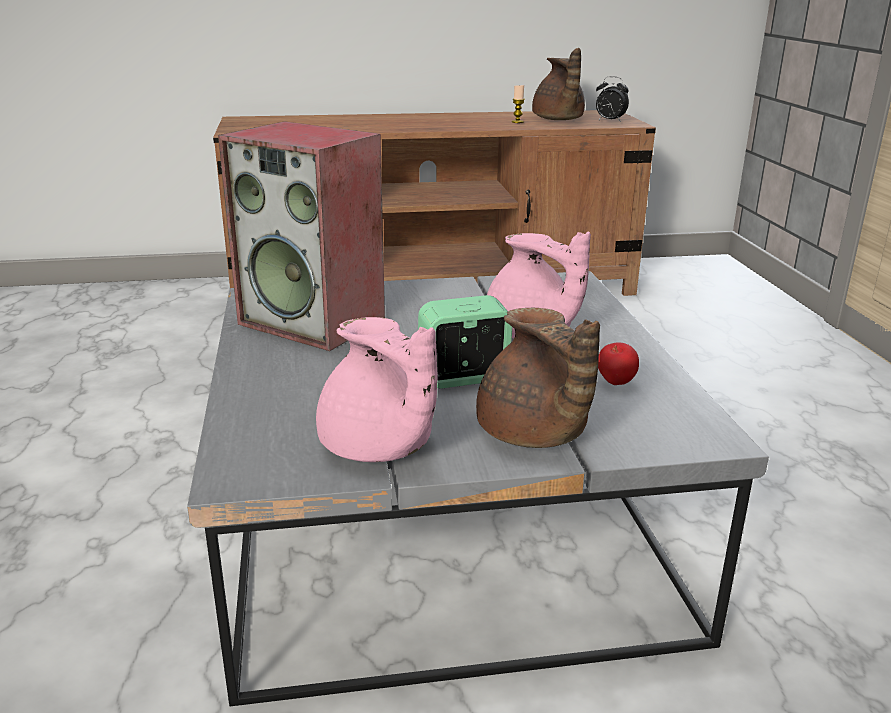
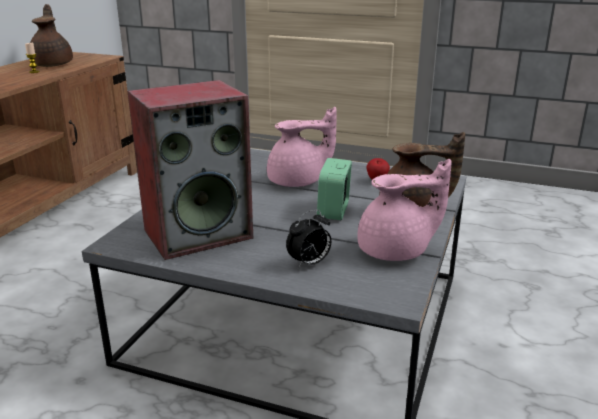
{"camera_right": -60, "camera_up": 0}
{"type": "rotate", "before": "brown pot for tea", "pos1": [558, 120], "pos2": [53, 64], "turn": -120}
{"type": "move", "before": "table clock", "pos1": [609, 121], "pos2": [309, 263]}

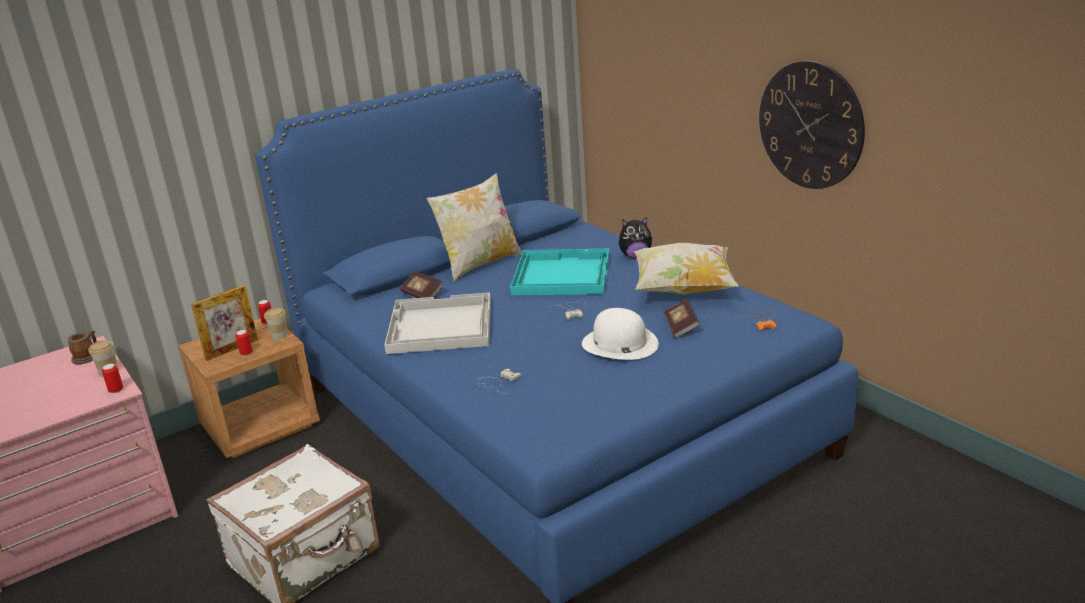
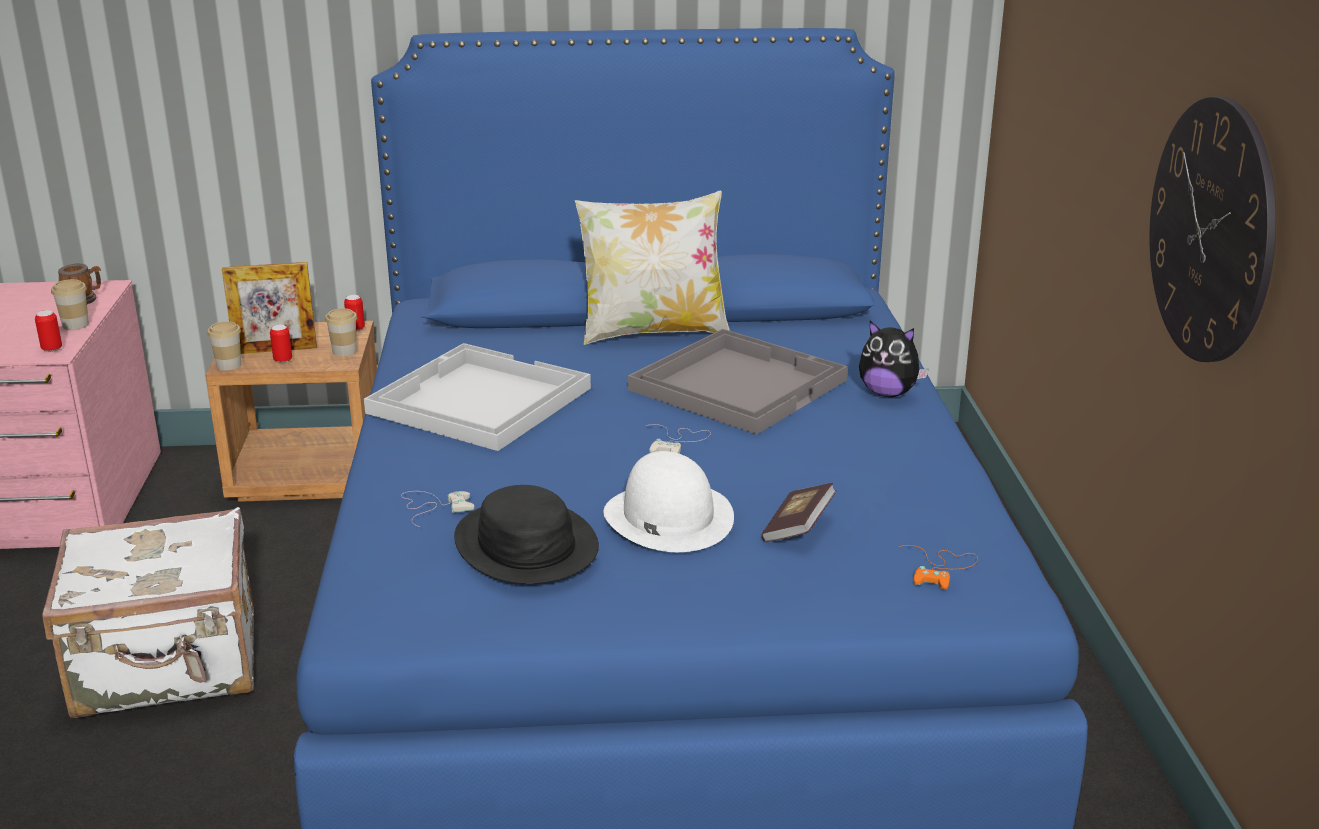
{"camera_right": 30, "camera_up": 0}
{"type": "delete", "before": "bound book", "pos1": [422, 295]}
{"type": "recolor", "before": "blue-green tray", "after": "grey tray", "pos1": [561, 274], "pos2": [737, 384]}
{"type": "delete", "before": "cushion", "pos1": [683, 290]}
{"type": "insert", "after": "cup", "pos2": [229, 365]}
{"type": "insert", "after": "blackish hat", "pos2": [525, 545]}

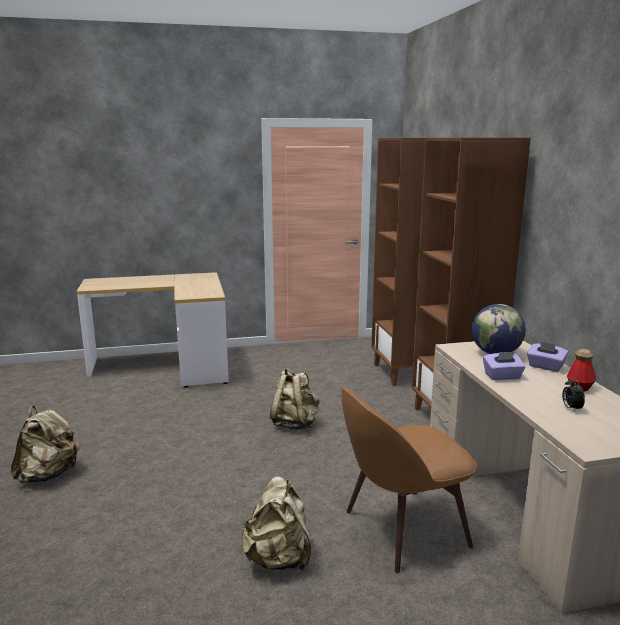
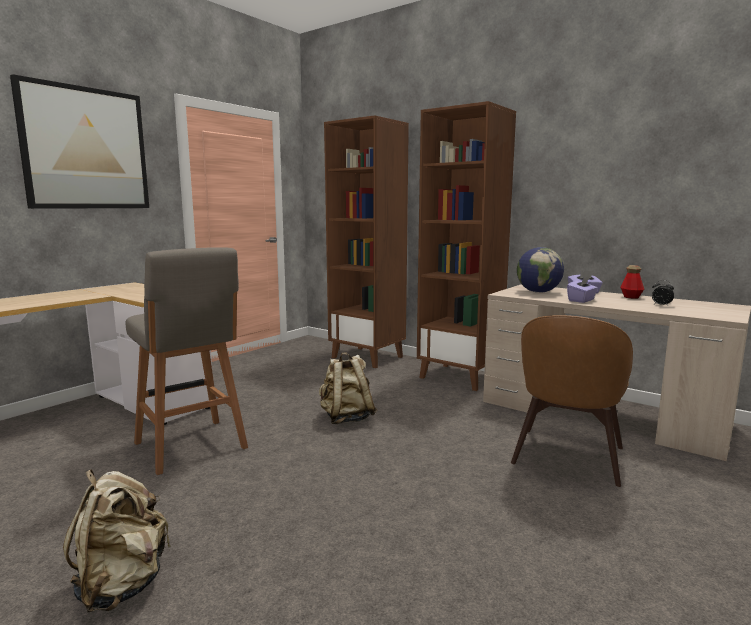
{"camera_right": -40, "camera_up": -5}
{"type": "delete", "before": "sand-coloured rucksack", "pos1": [278, 559]}
{"type": "insert", "after": "wall art", "pos2": [85, 149]}
{"type": "insert", "after": "grey sitting stool", "pos2": [192, 447]}

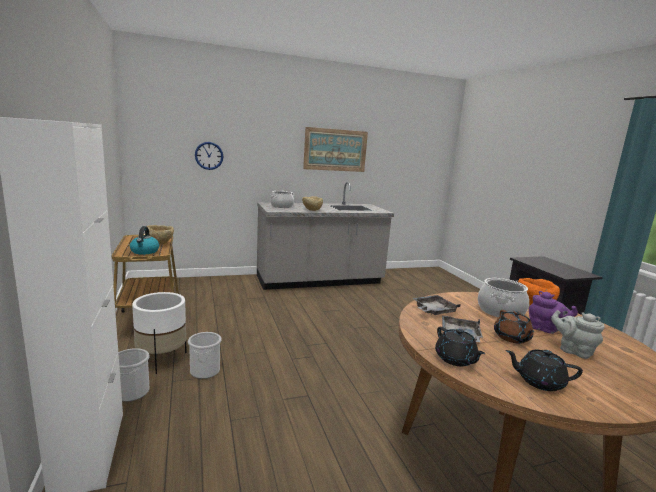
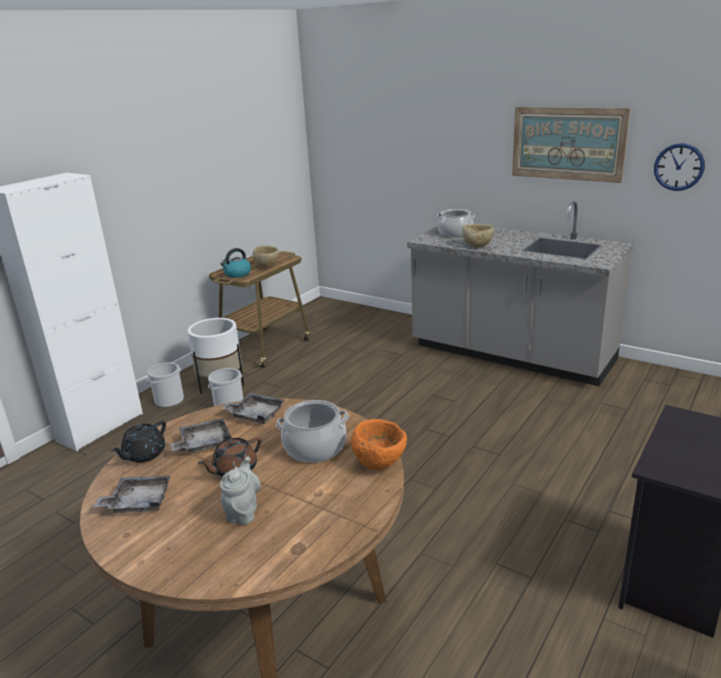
{"camera_right": 55, "camera_up": 10}
{"type": "move", "before": "hanging clock", "pos1": [209, 155], "pos2": [679, 167]}
{"type": "replace", "before": "blackish pot for tea", "after": "grey tray", "pos1": [539, 381], "pos2": [138, 502]}
{"type": "delete", "before": "purple pot for tea", "pos1": [545, 329]}

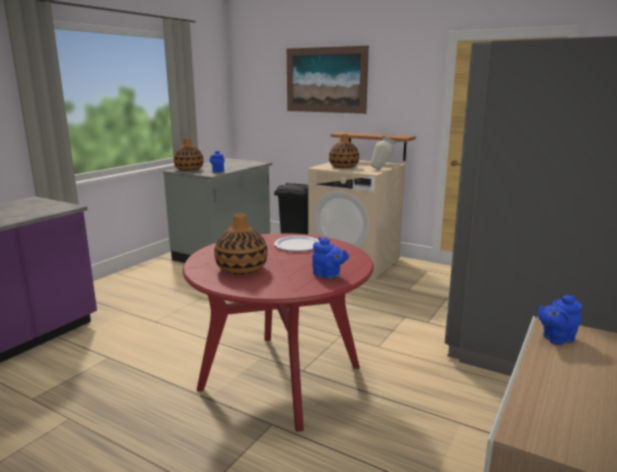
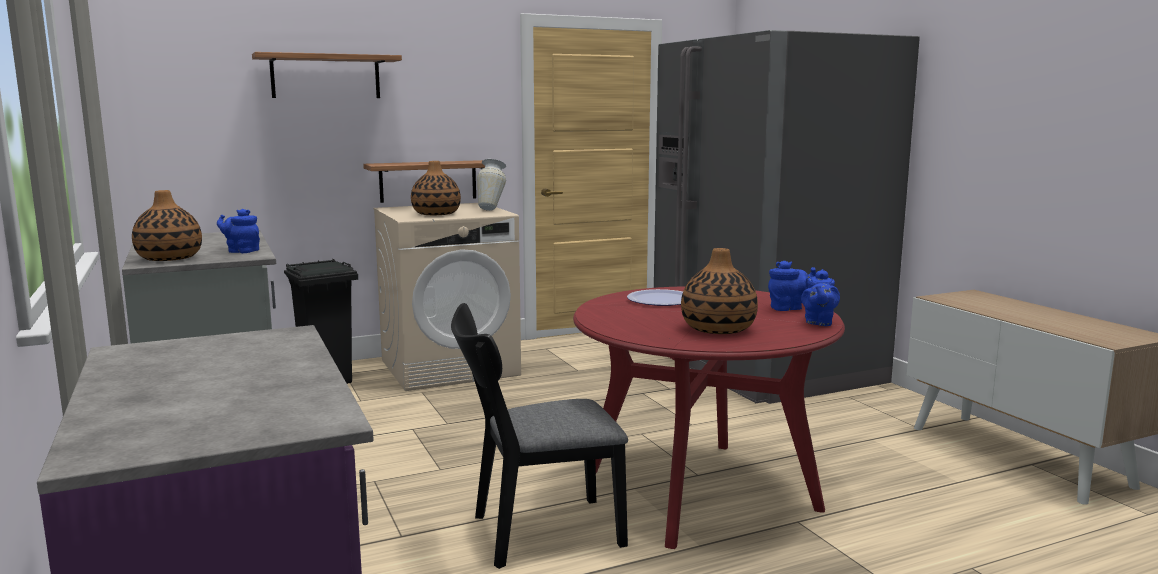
{"camera_right": -55, "camera_up": -5}
{"type": "replace", "before": "wall art", "after": "shelf", "pos1": [325, 80], "pos2": [326, 76]}
{"type": "move", "before": "bluish pot for tea", "pos1": [556, 338], "pos2": [818, 322]}
{"type": "insert", "after": "blackish chair", "pos2": [536, 532]}

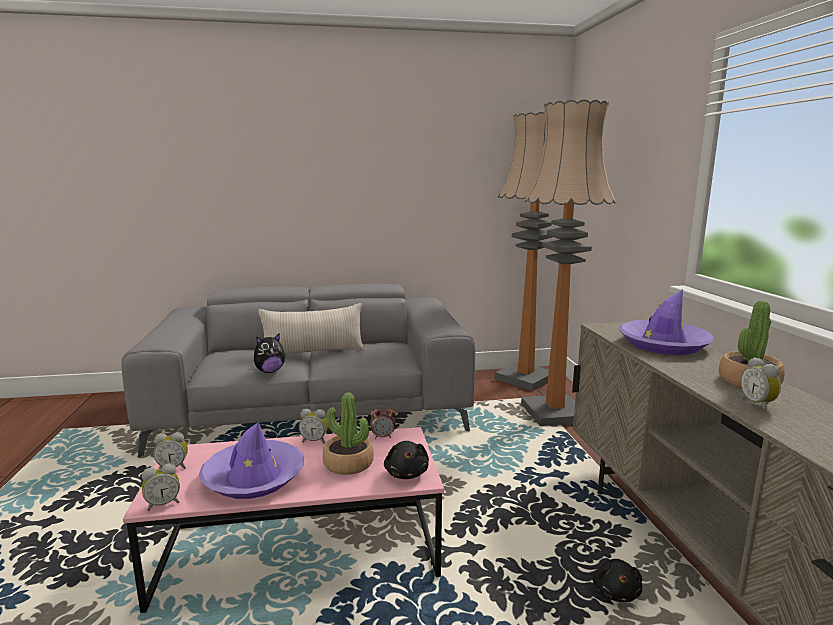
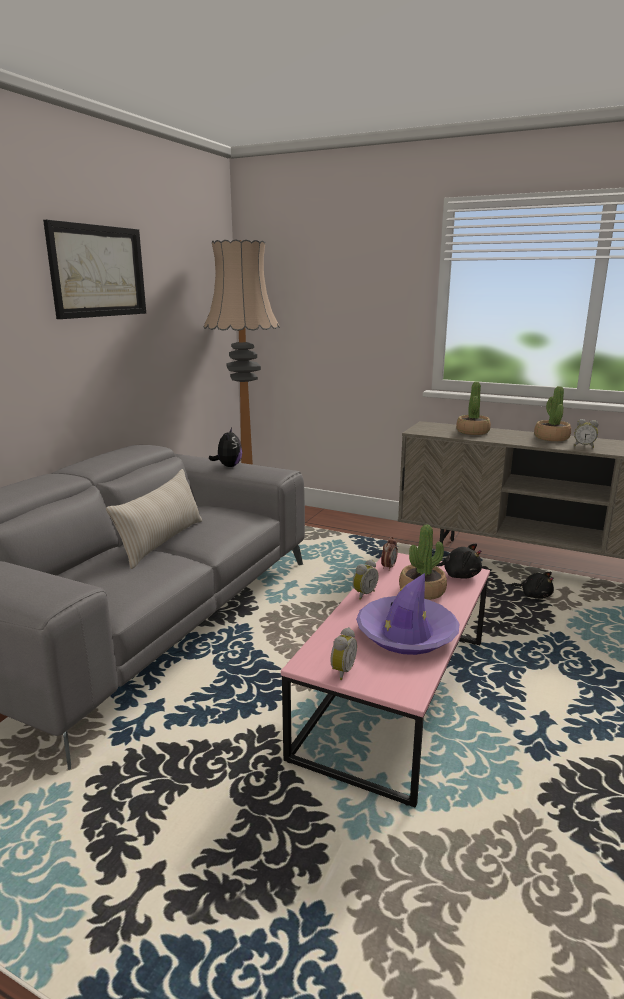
{"camera_right": -55, "camera_up": 5}
{"type": "delete", "before": "table clock", "pos1": [163, 504]}
{"type": "move", "before": "cuddly toy", "pos1": [269, 371], "pos2": [228, 466]}
{"type": "delete", "before": "floor lamp", "pos1": [554, 414]}
{"type": "replace", "before": "purple hat", "after": "potted plant", "pos1": [663, 344], "pos2": [472, 432]}
{"type": "insert", "after": "wall art", "pos2": [98, 271]}

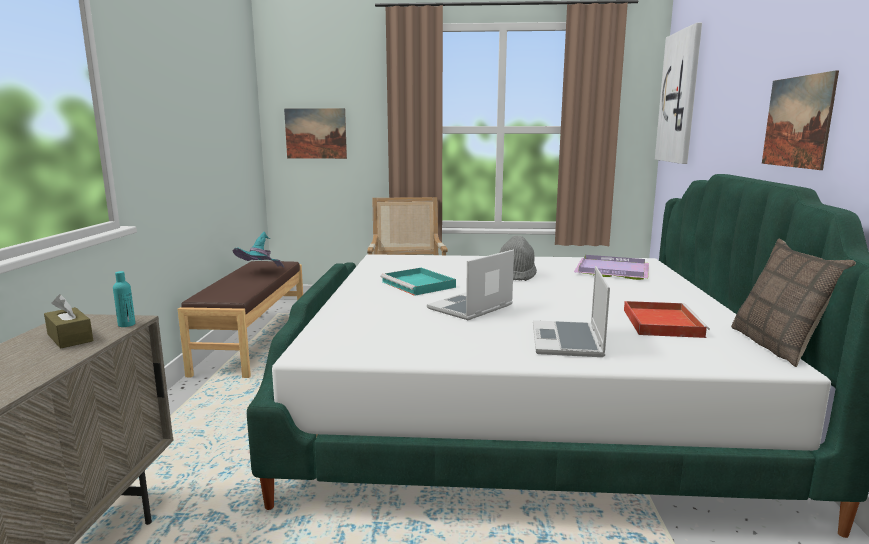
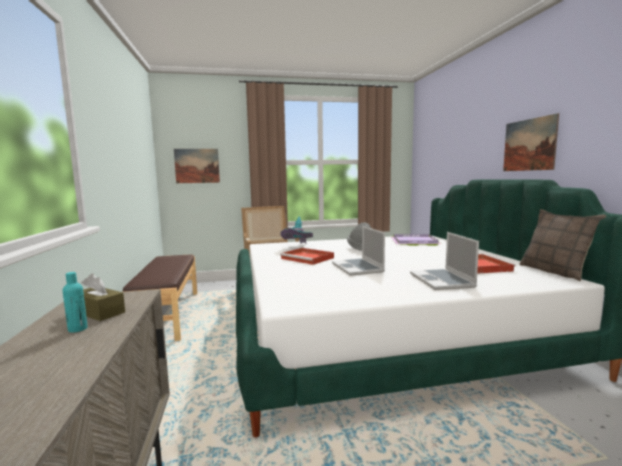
{"camera_right": -15, "camera_up": -5}
{"type": "move", "before": "blue-green drink bottle", "pos1": [126, 324], "pos2": [77, 329]}
{"type": "move", "before": "blue-green hat", "pos1": [260, 273], "pos2": [298, 248]}
{"type": "recolor", "before": "blue-green tray", "after": "reddish tray", "pos1": [419, 285], "pos2": [308, 258]}
{"type": "rotate", "before": "portable computer", "pos1": [470, 307], "pos2": [358, 268], "turn": -45}
{"type": "delete", "before": "wall art", "pos1": [679, 97]}

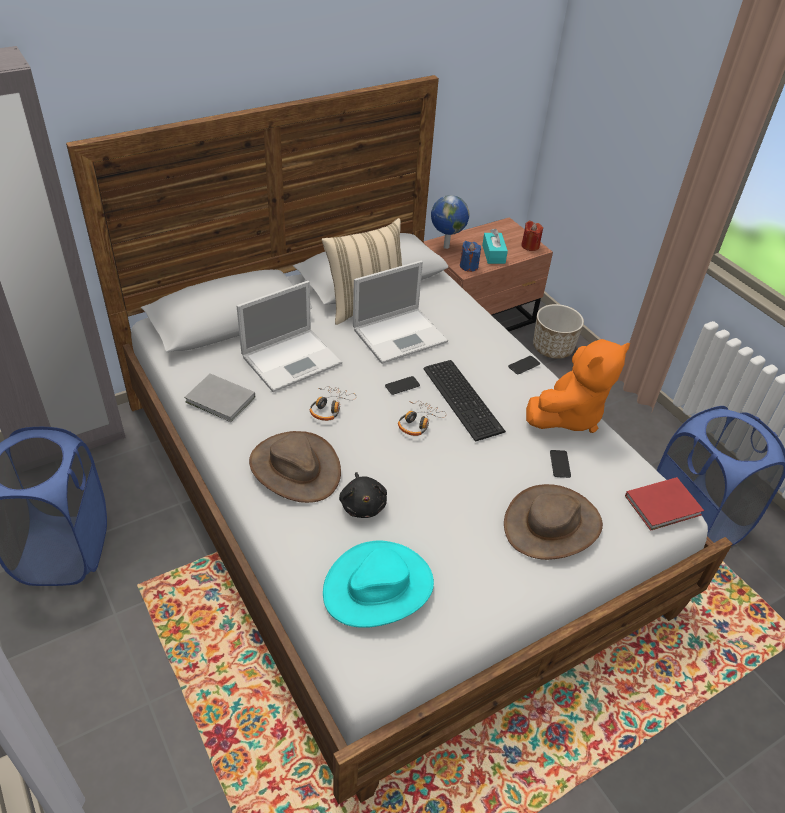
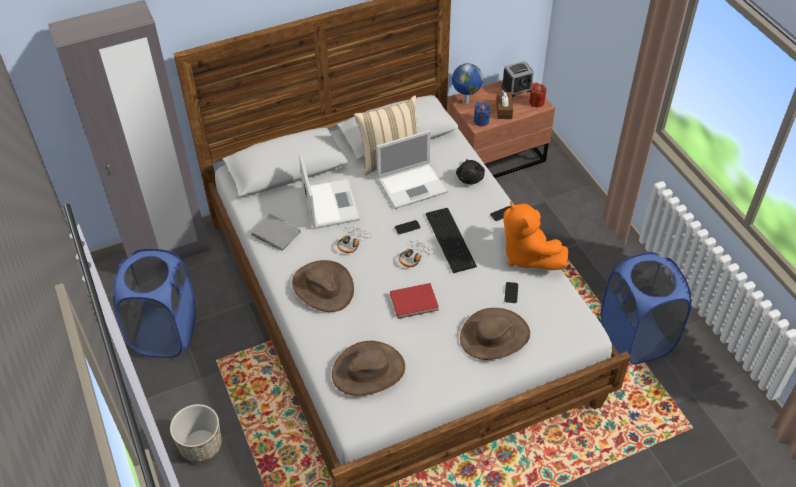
{"camera_right": 10, "camera_up": 5}
{"type": "rotate", "before": "portable computer", "pos1": [293, 359], "pos2": [330, 203], "turn": -75}
{"type": "recolor", "before": "blue-green hat", "after": "brown hat", "pos1": [378, 586], "pos2": [368, 370]}
{"type": "move", "before": "blackish cuddly toy", "pos1": [363, 504], "pos2": [470, 177]}
{"type": "recolor", "before": "blue-green tissue holder", "after": "brown tissue holder", "pos1": [493, 254], "pos2": [504, 110]}
{"type": "rotate", "before": "orange-coloured cuddly toy", "pos1": [568, 415], "pos2": [527, 255], "turn": 90}
{"type": "move", "before": "flower pot", "pos1": [552, 348], "pos2": [201, 445]}
{"type": "move", "before": "reddish bound book", "pos1": [665, 506], "pos2": [415, 302]}
{"type": "insert", "after": "table clock", "pos2": [517, 88]}

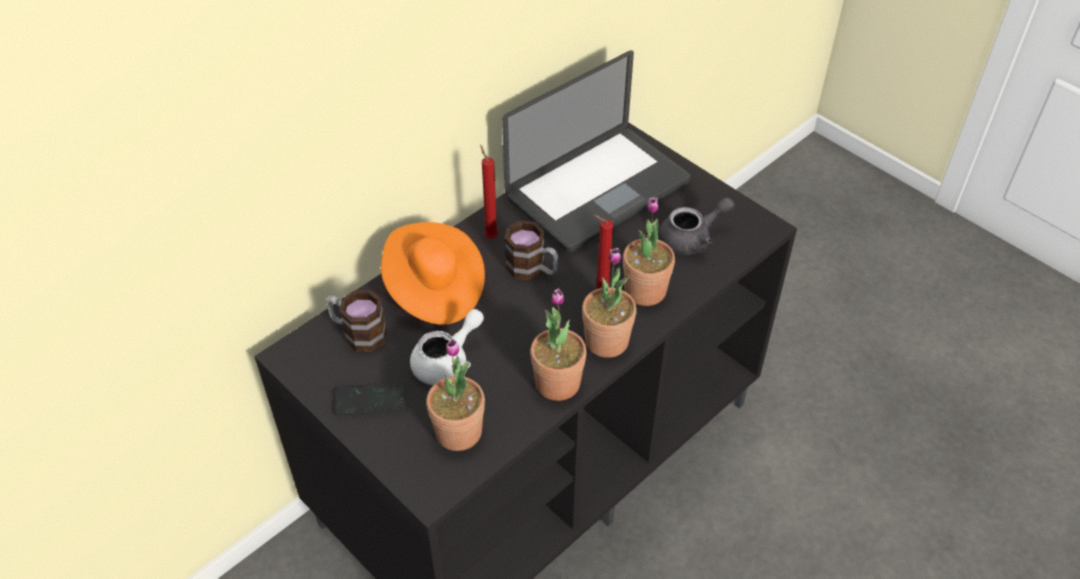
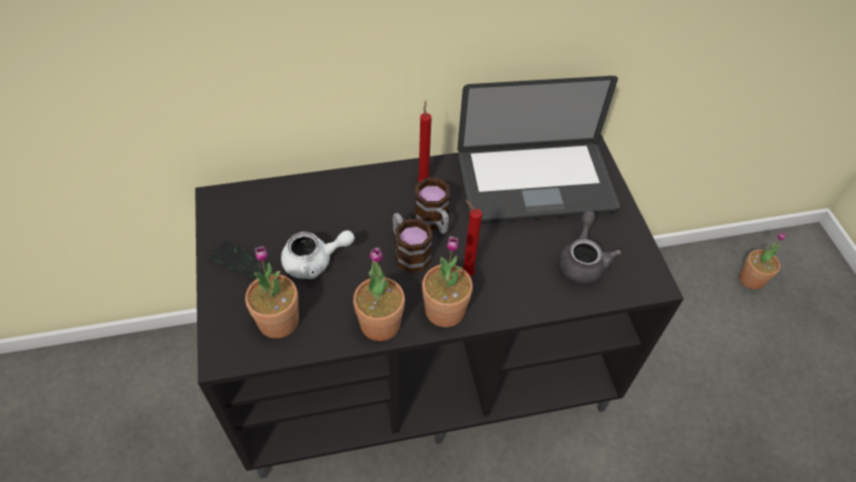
{"camera_right": 30, "camera_up": 5}
{"type": "move", "before": "coffee mug", "pos1": [358, 333], "pos2": [408, 252]}
{"type": "delete", "before": "orange-coloured hat", "pos1": [434, 290]}
{"type": "move", "before": "potted plant", "pos1": [645, 291], "pos2": [751, 279]}
{"type": "rotate", "before": "grey pot for tea", "pos1": [692, 239], "pos2": [582, 261], "turn": -90}

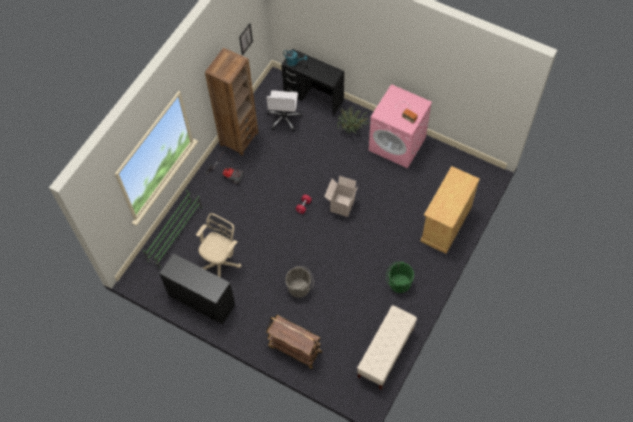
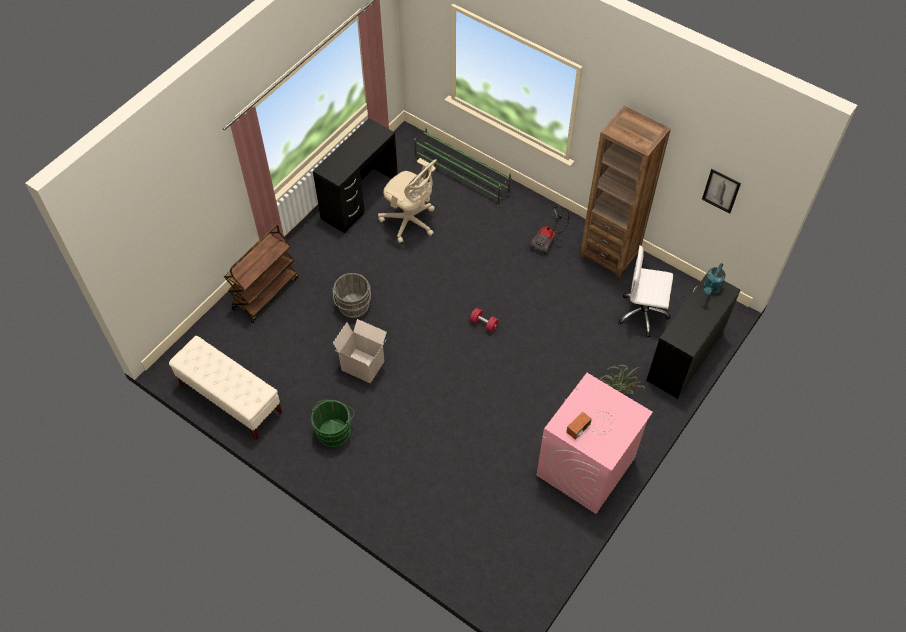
{"camera_right": 95, "camera_up": -5}
{"type": "move", "before": "packing box", "pos1": [342, 204], "pos2": [364, 365]}
{"type": "delete", "before": "sand-coloured cabinet", "pos1": [445, 223]}

